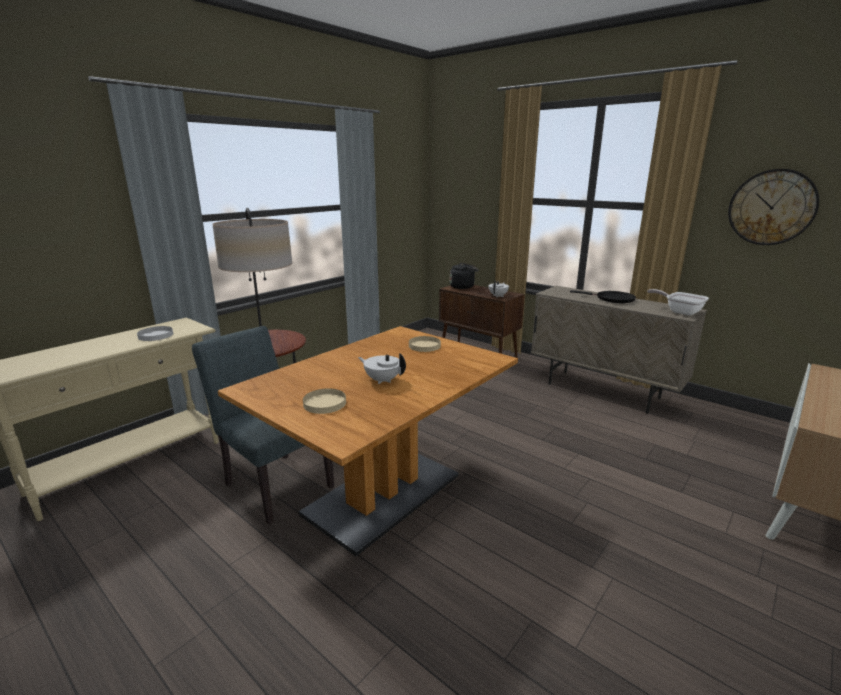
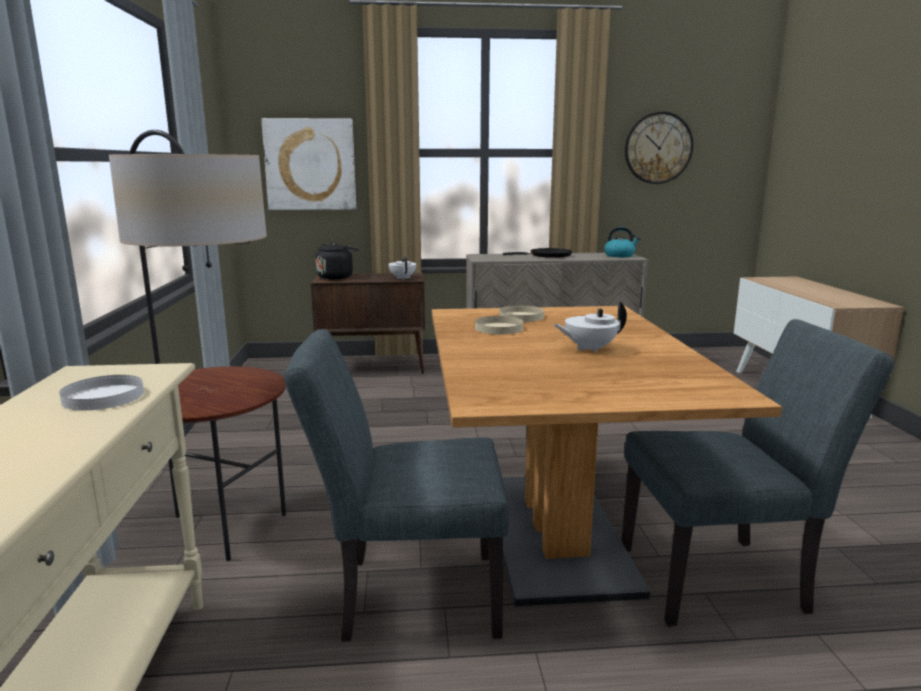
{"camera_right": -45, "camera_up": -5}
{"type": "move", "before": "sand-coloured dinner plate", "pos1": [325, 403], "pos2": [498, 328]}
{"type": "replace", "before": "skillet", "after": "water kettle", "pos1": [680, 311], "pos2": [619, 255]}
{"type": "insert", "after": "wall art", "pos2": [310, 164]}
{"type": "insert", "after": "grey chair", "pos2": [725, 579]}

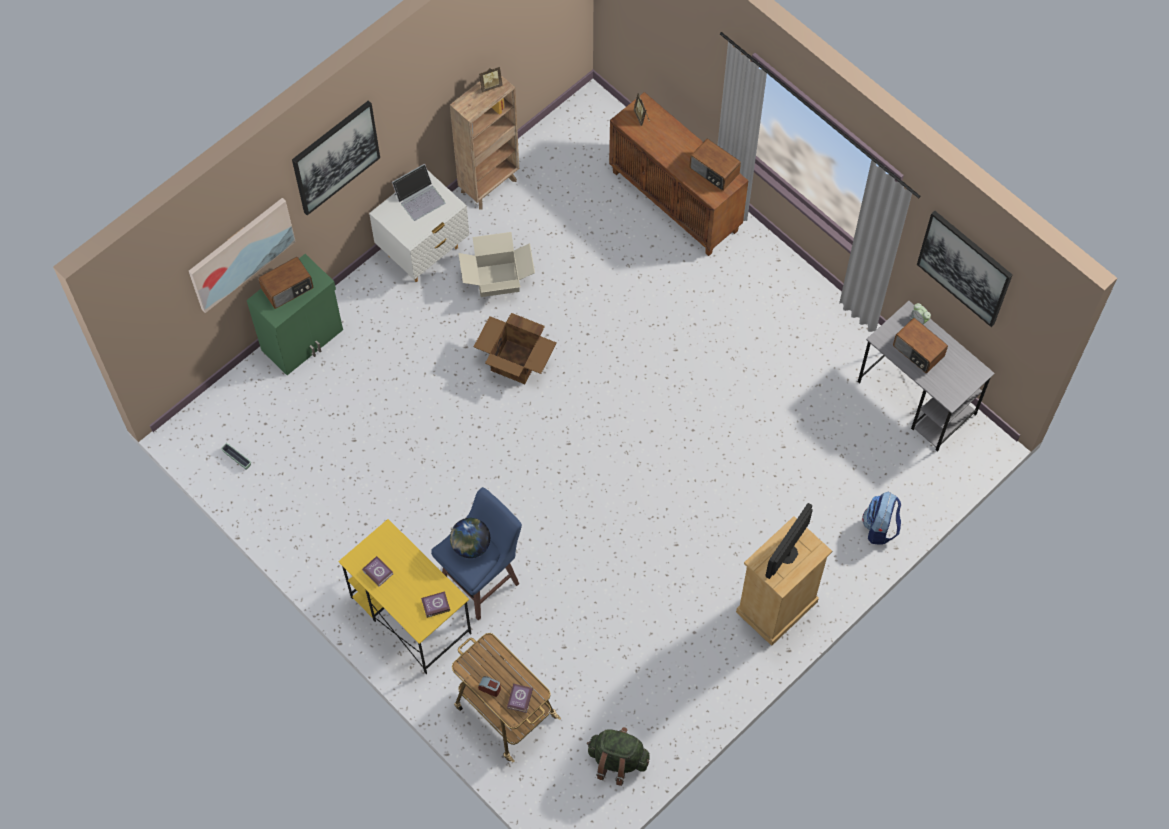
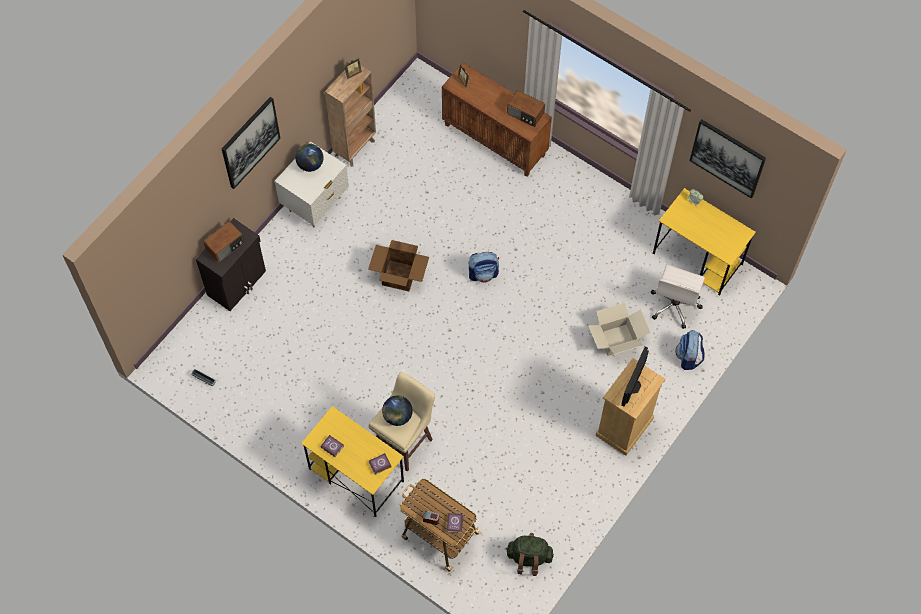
{"camera_right": -10, "camera_up": 0}
{"type": "delete", "before": "wall art", "pos1": [241, 253]}
{"type": "recolor", "before": "greenish cabinet", "after": "blackish cabinet", "pos1": [303, 340], "pos2": [237, 283]}
{"type": "replace", "before": "portable computer", "after": "globe", "pos1": [419, 198], "pos2": [310, 164]}
{"type": "recolor", "before": "bluish sitting stool", "after": "sand-coloured sitting stool", "pos1": [482, 582], "pos2": [404, 442]}
{"type": "move", "before": "packing box", "pos1": [497, 280], "pos2": [617, 340]}
{"type": "recolor", "before": "grey desk", "after": "yellow desk", "pos1": [917, 398], "pos2": [698, 259]}
{"type": "delete", "before": "radio receiver", "pos1": [918, 352]}
{"type": "insert", "after": "rucksack", "pos2": [483, 274]}
{"type": "insert", "after": "white-coloured computer chair", "pos2": [674, 305]}

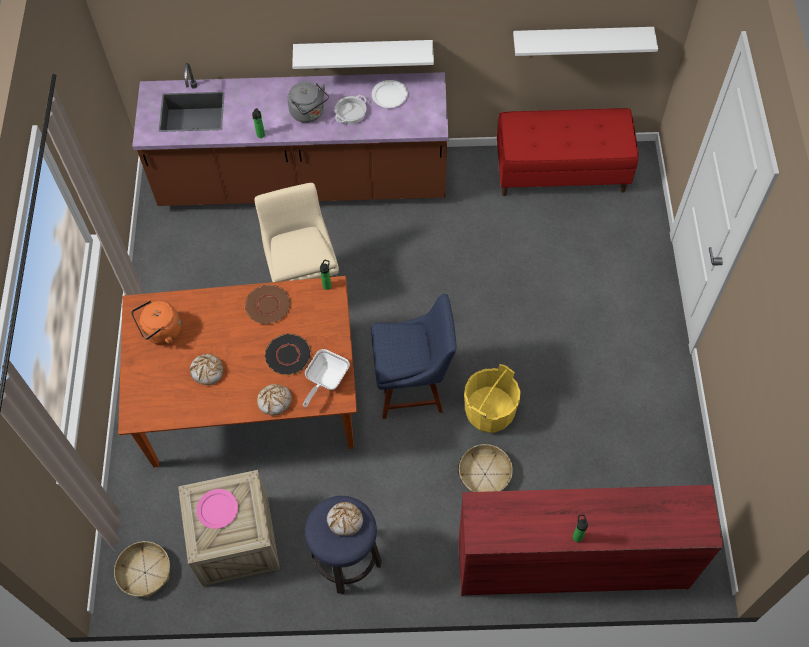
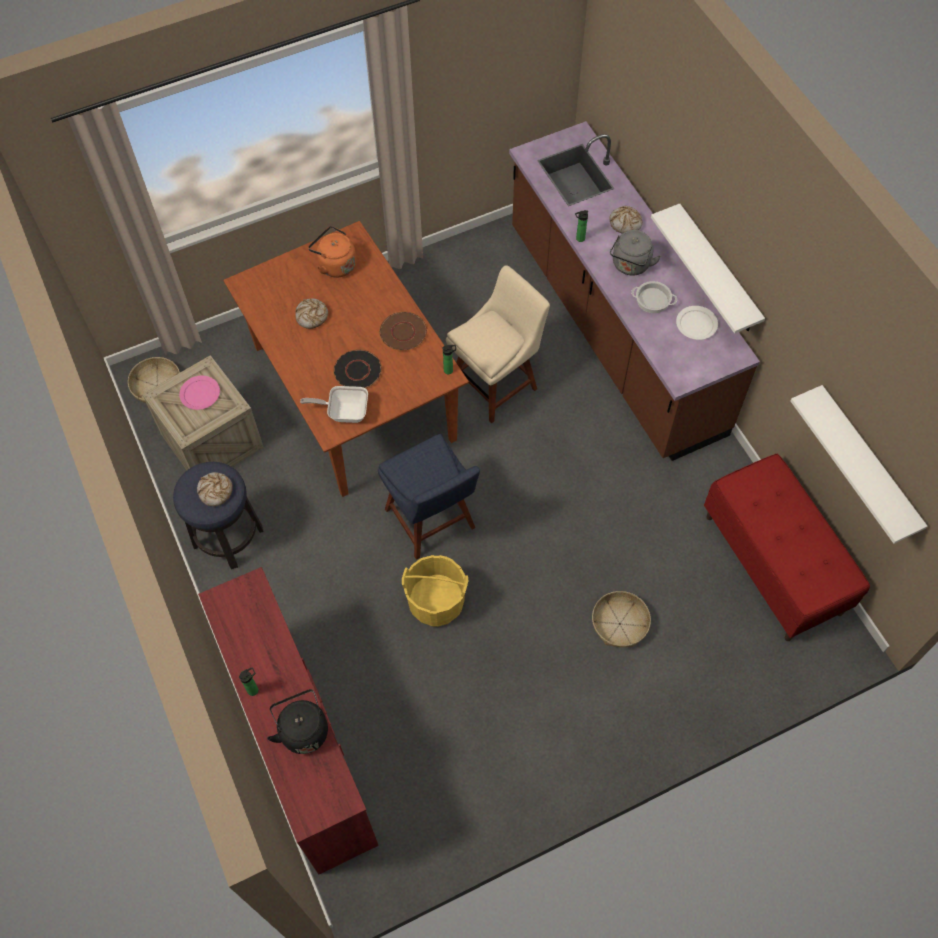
{"camera_right": 65, "camera_up": 0}
{"type": "move", "before": "bread", "pos1": [275, 401], "pos2": [625, 223]}
{"type": "move", "before": "storage basket", "pos1": [485, 474], "pos2": [619, 624]}
{"type": "insert", "after": "blackish water kettle", "pos2": [303, 729]}

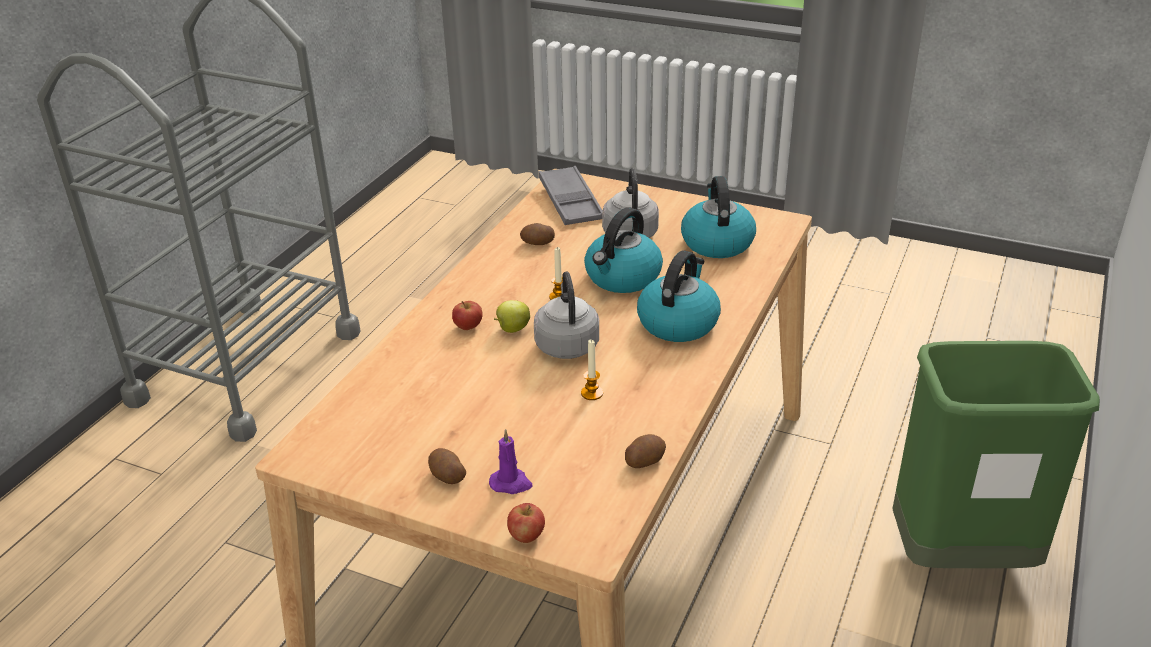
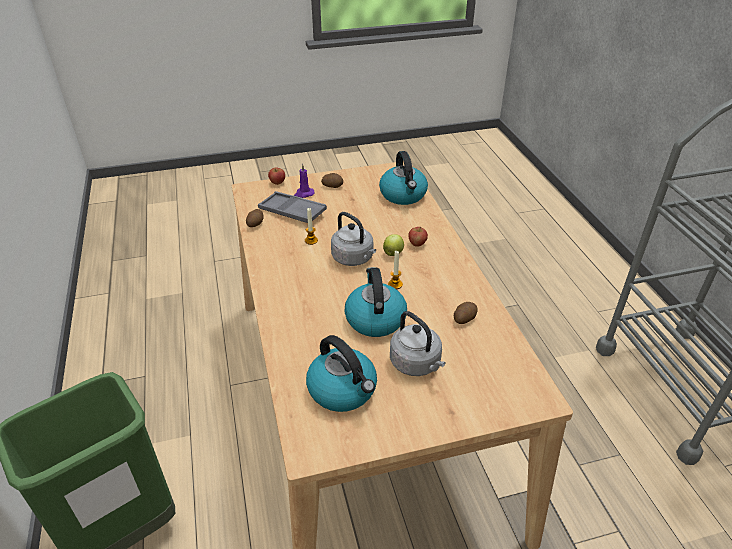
{"camera_right": 140, "camera_up": 5}
{"type": "move", "before": "grey tray", "pos1": [570, 202], "pos2": [292, 212]}
{"type": "move", "before": "water kettle", "pos1": [678, 322], "pos2": [403, 195]}

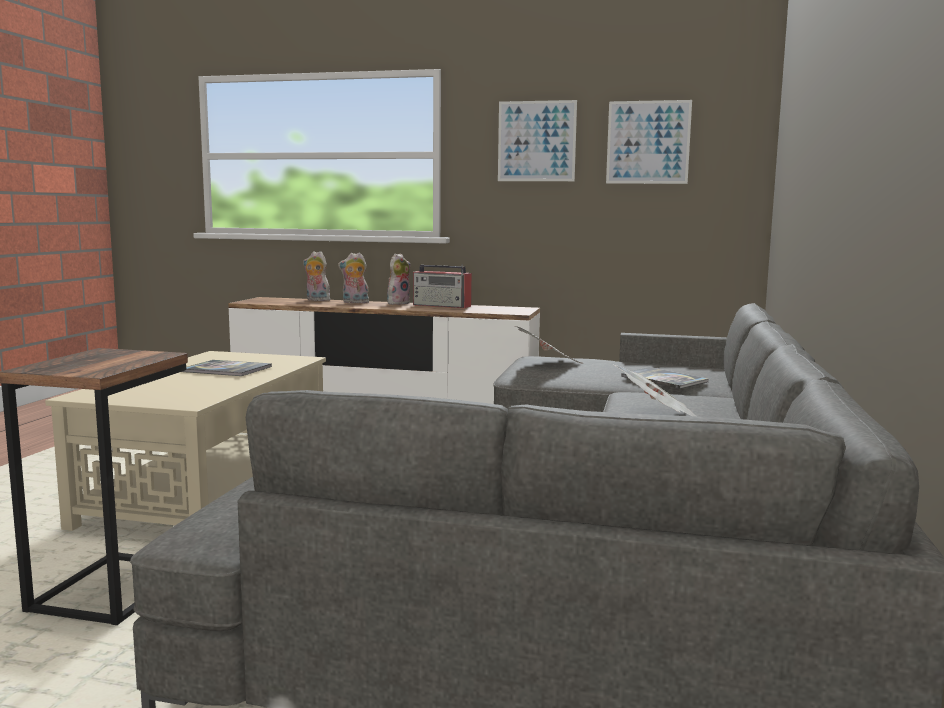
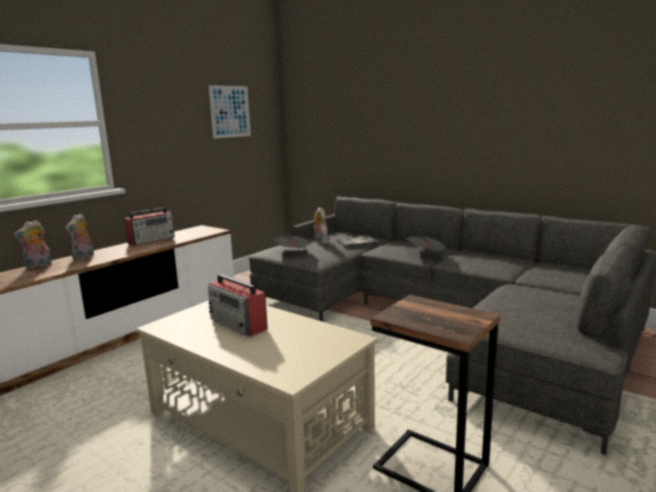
{"camera_right": -65, "camera_up": 5}
{"type": "replace", "before": "bound book", "after": "radio receiver", "pos1": [226, 370], "pos2": [239, 324]}
{"type": "move", "before": "cuddly toy", "pos1": [398, 303], "pos2": [320, 242]}
{"type": "delete", "before": "wall art", "pos1": [536, 141]}

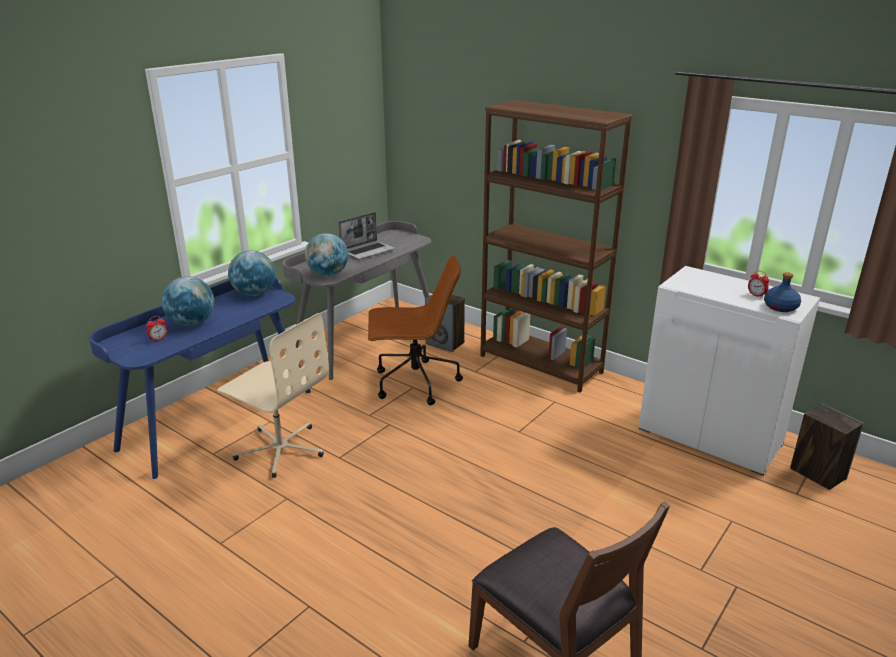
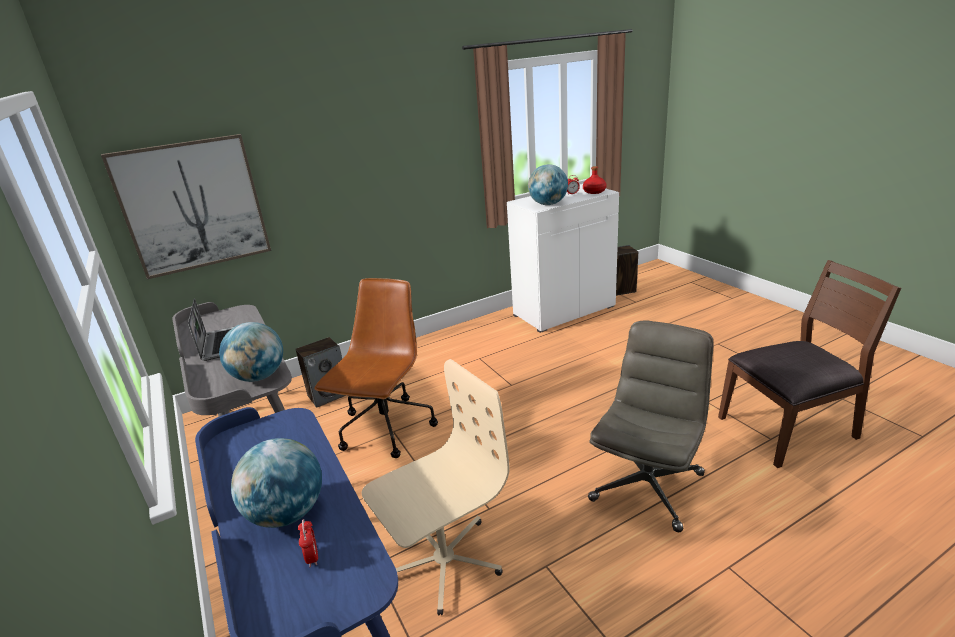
{"camera_right": -65, "camera_up": 0}
{"type": "move", "before": "globe", "pos1": [254, 294], "pos2": [548, 204]}
{"type": "delete", "before": "brown bookcase", "pos1": [541, 364]}
{"type": "recolor", "before": "bluish drink bottle", "after": "reddish drink bottle", "pos1": [780, 307], "pos2": [594, 192]}
{"type": "insert", "after": "wall art", "pos2": [193, 206]}
{"type": "insert", "after": "grey computer chair", "pos2": [647, 485]}

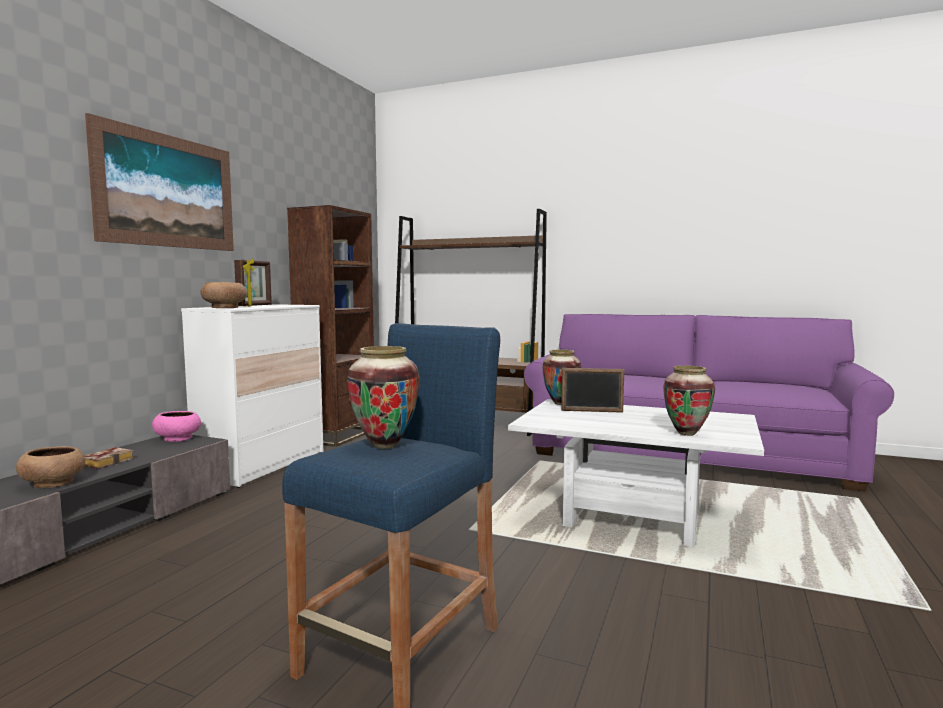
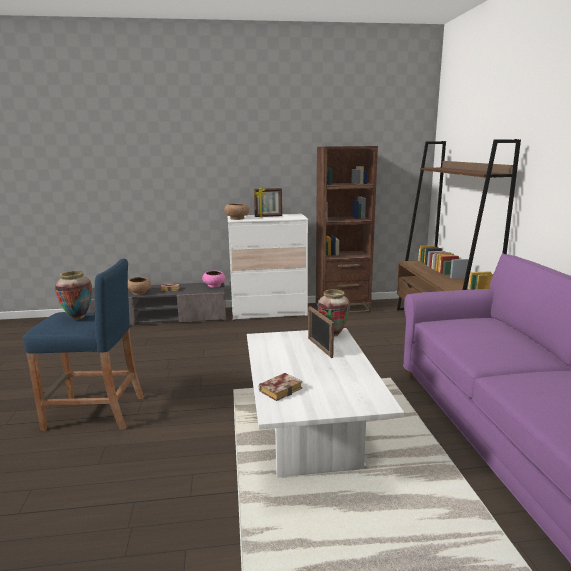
{"camera_right": 60, "camera_up": 10}
{"type": "delete", "before": "wall art", "pos1": [168, 191]}
{"type": "replace", "before": "decorative vase", "after": "bound book", "pos1": [686, 433], "pos2": [281, 389]}

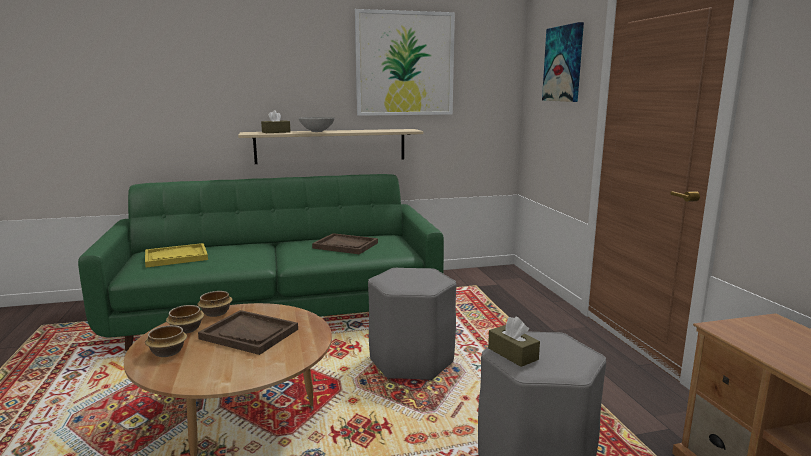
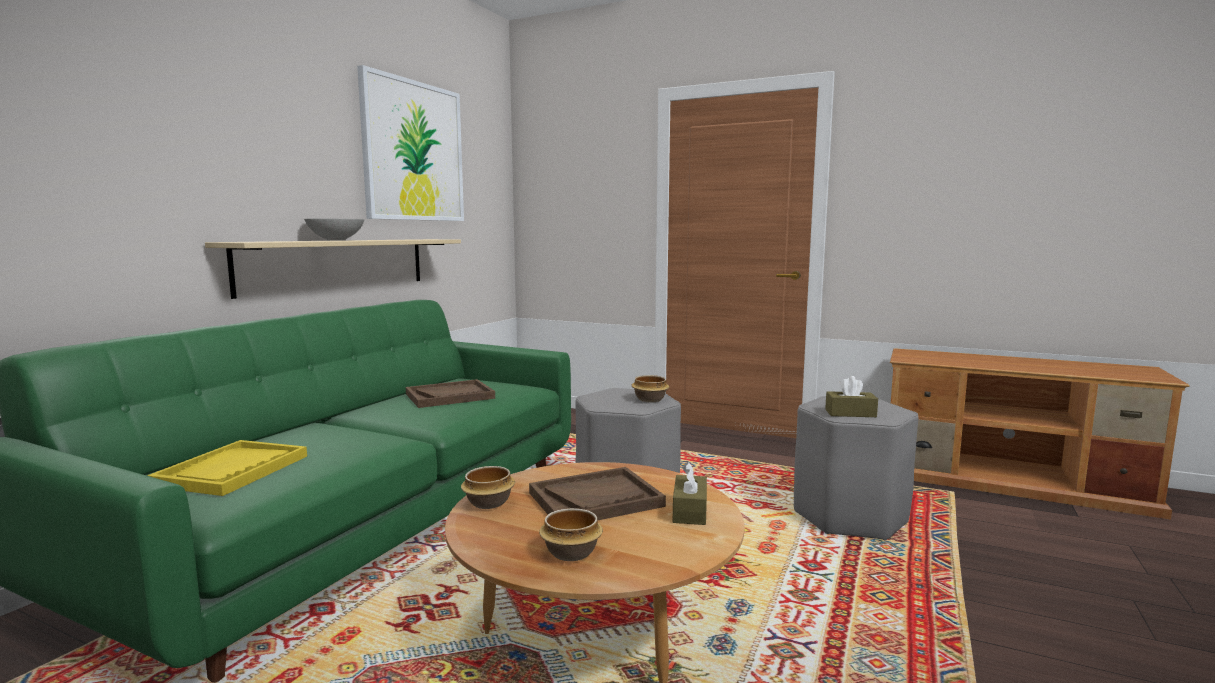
{"camera_right": -50, "camera_up": -5}
{"type": "move", "before": "deep dish", "pos1": [187, 329], "pos2": [650, 399]}
{"type": "move", "before": "brown tissue holder", "pos1": [276, 132], "pos2": [690, 511]}
{"type": "delete", "before": "wall art", "pos1": [563, 64]}

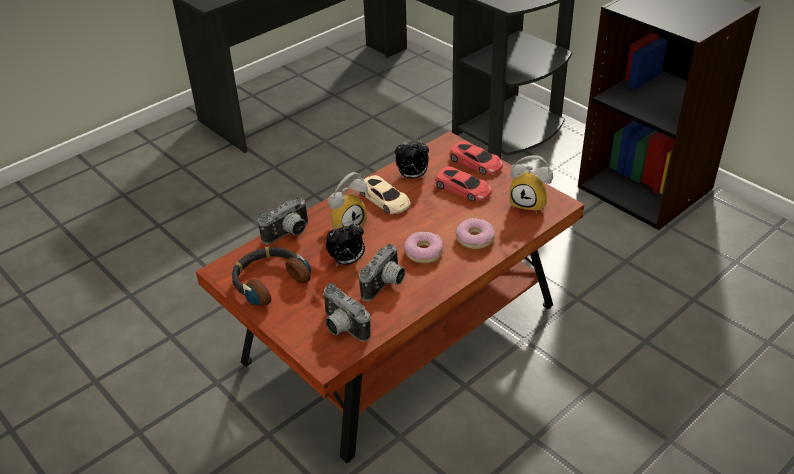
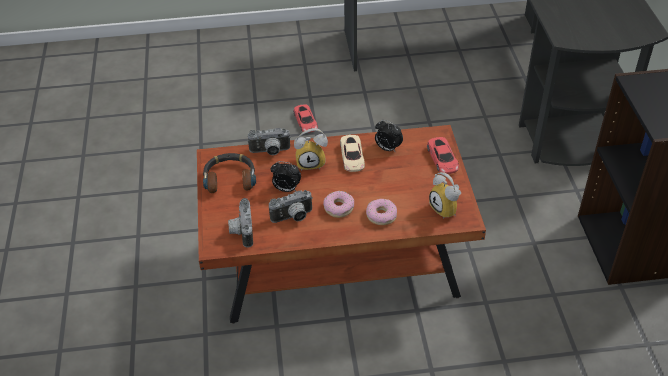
{"camera_right": 35, "camera_up": 5}
{"type": "move", "before": "reddish model car", "pos1": [463, 189], "pos2": [305, 121]}

